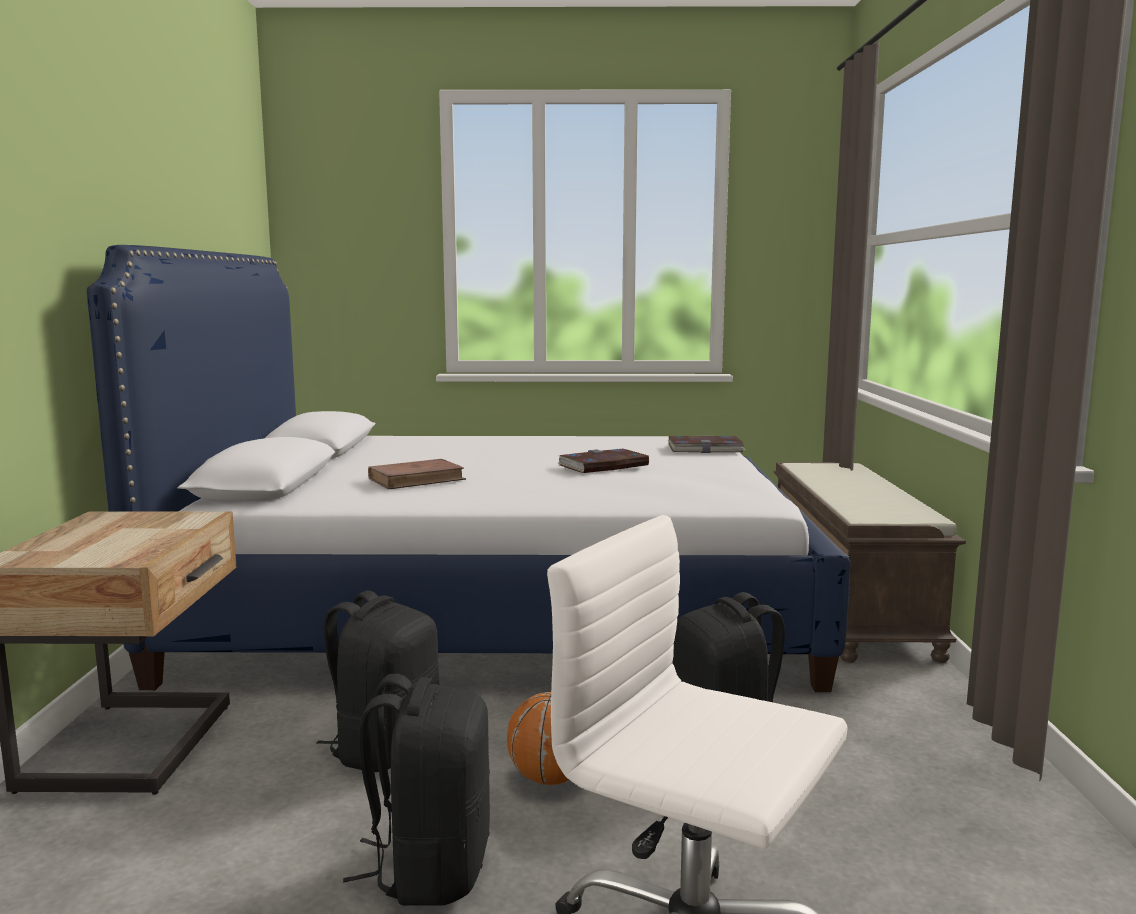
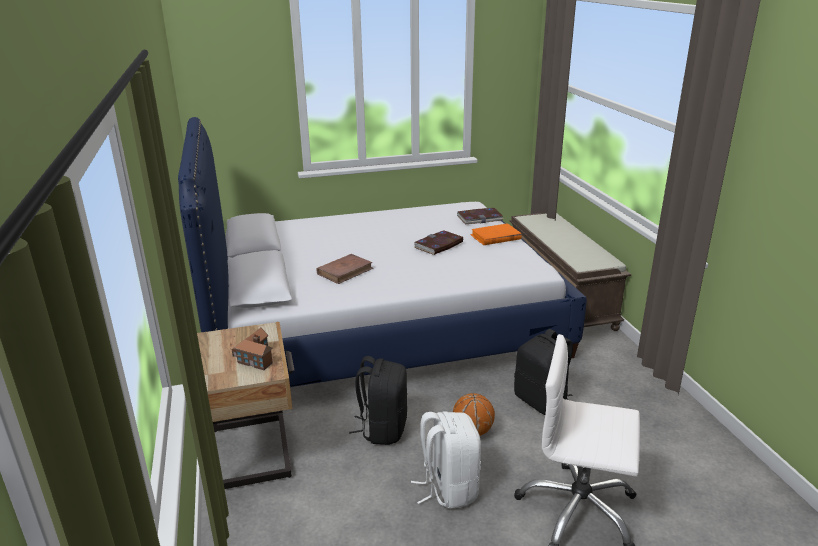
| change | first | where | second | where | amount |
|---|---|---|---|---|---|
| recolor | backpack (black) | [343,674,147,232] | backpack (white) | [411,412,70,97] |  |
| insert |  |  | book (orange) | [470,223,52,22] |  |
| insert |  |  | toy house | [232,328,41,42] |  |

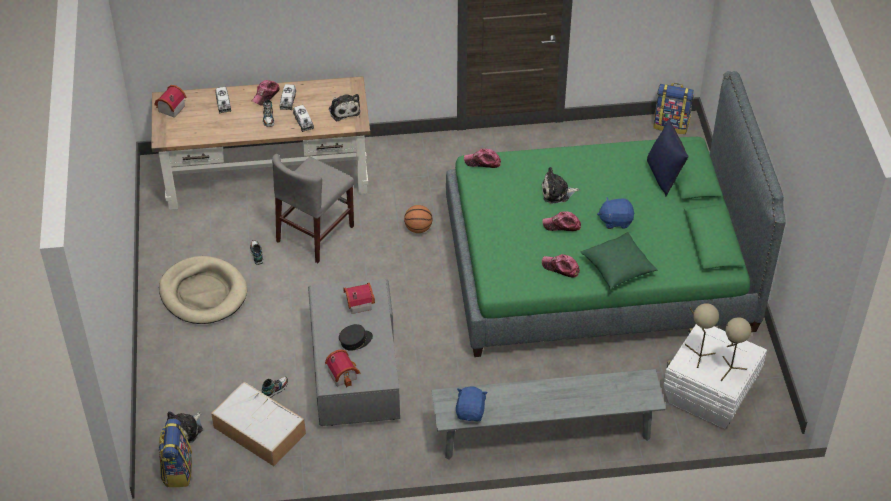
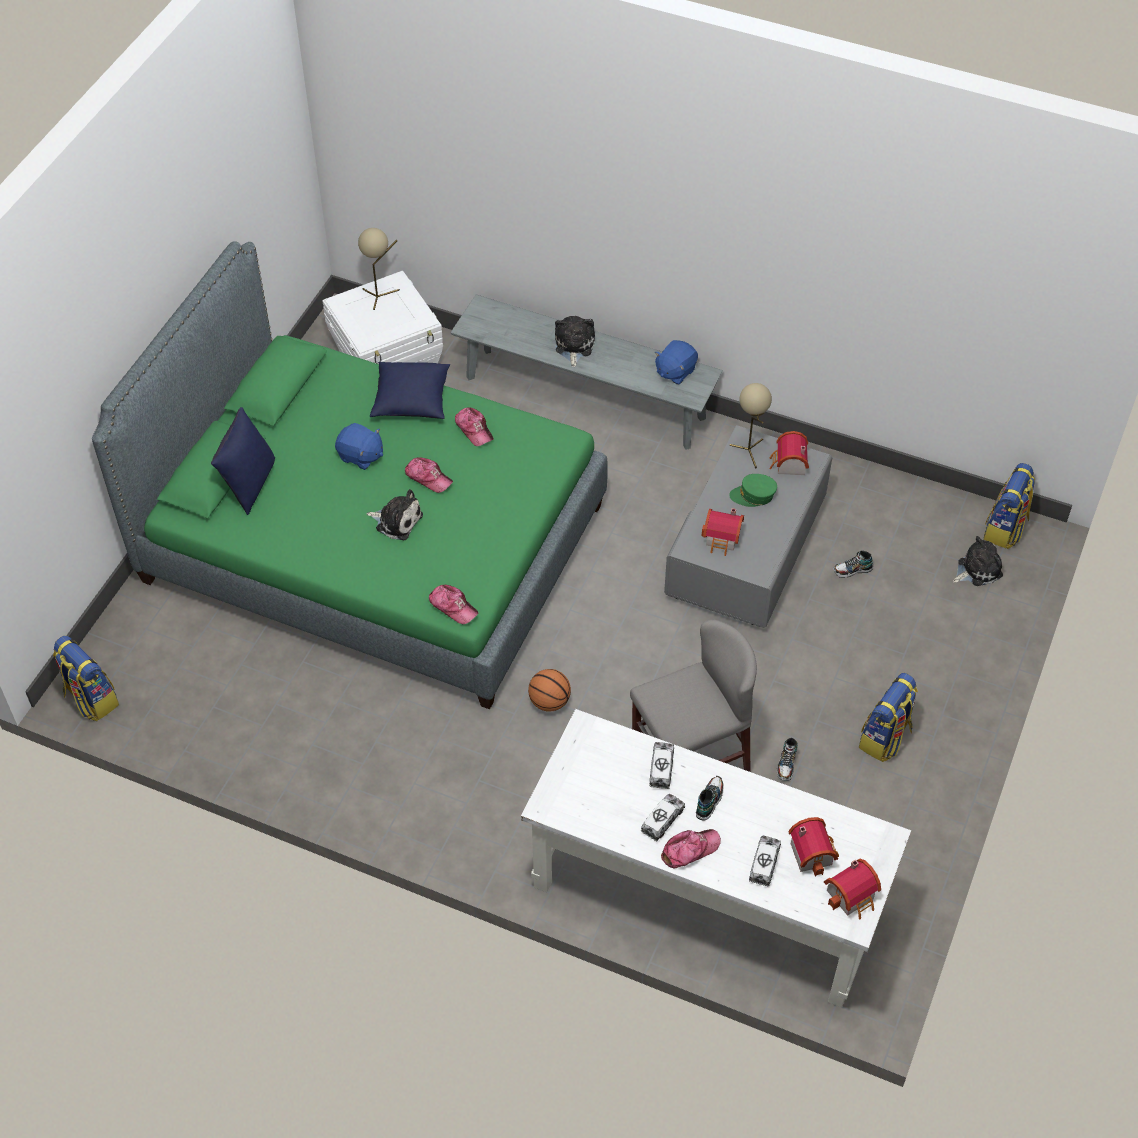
| change | first | where | second | where | amount |
|---|---|---|---|---|---|
| recolor | desk (brown) | [152,76,218,134] | desk (white) | [521,709,390,299] |  |
| move | plush toy | [329,94,31,27] |  | [555,316,40,51] |  |
| recolor | pillow (green) | [581,232,76,58] | pillow (blue) | [370,362,80,57] |  |
| replace | dog bed (beige) | [159,256,88,68] | backpack | [859,673,59,89] |  |
| move | table lamp (beige) | [685,303,34,65] |  | [730,383,42,85] |  |
| recolor | cap (black) | [339,324,34,27] | cap (green) | [729,474,48,33] |  |
| delete | storage box | [211,382,95,84] |  |  |  |
| insert |  |  | toy house | [788,817,51,59] |  |

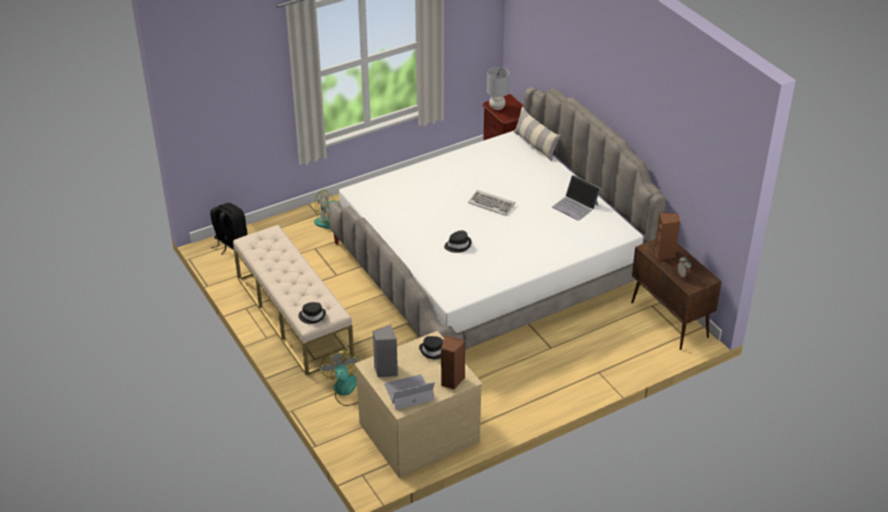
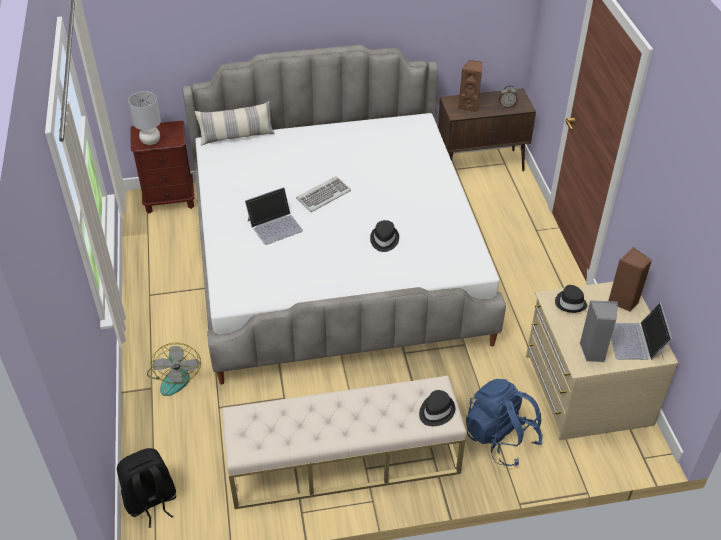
| change | first | where | second | where | amount |
|---|---|---|---|---|---|
| move | laptop | [552,175,49,46] |  | [245,187,58,58] |  |
| replace | fan | [320,350,40,56] | backpack (blue) | [466,379,77,87] |  |

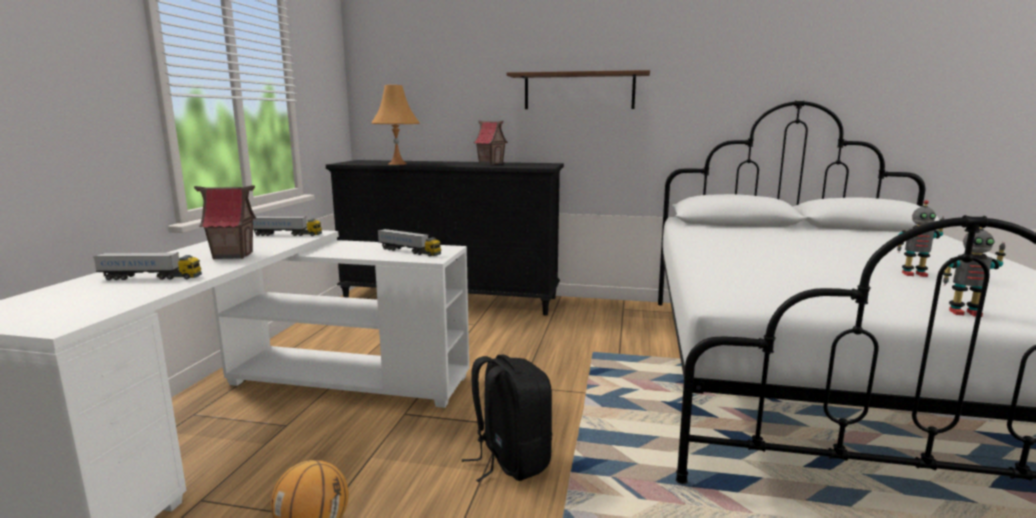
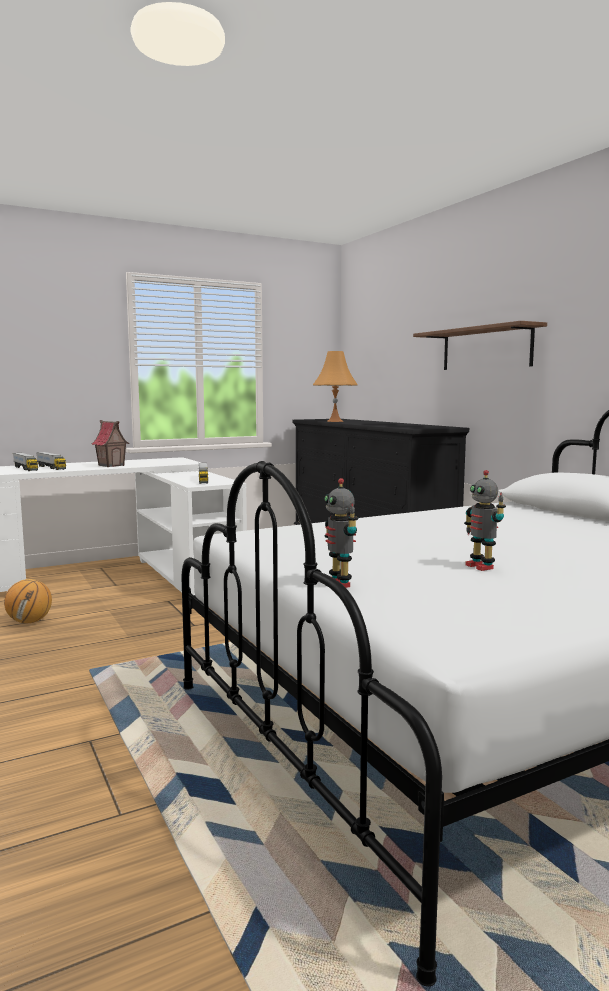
| change | first | where | second | where | amount |
|---|---|---|---|---|---|
| delete | toy house | [473,120,35,45] |  |  |  |
| move | toy truck | [253,217,69,19] |  | [13,453,25,18] |  |
| delete | backpack (black) | [462,354,90,128] |  |  |  |

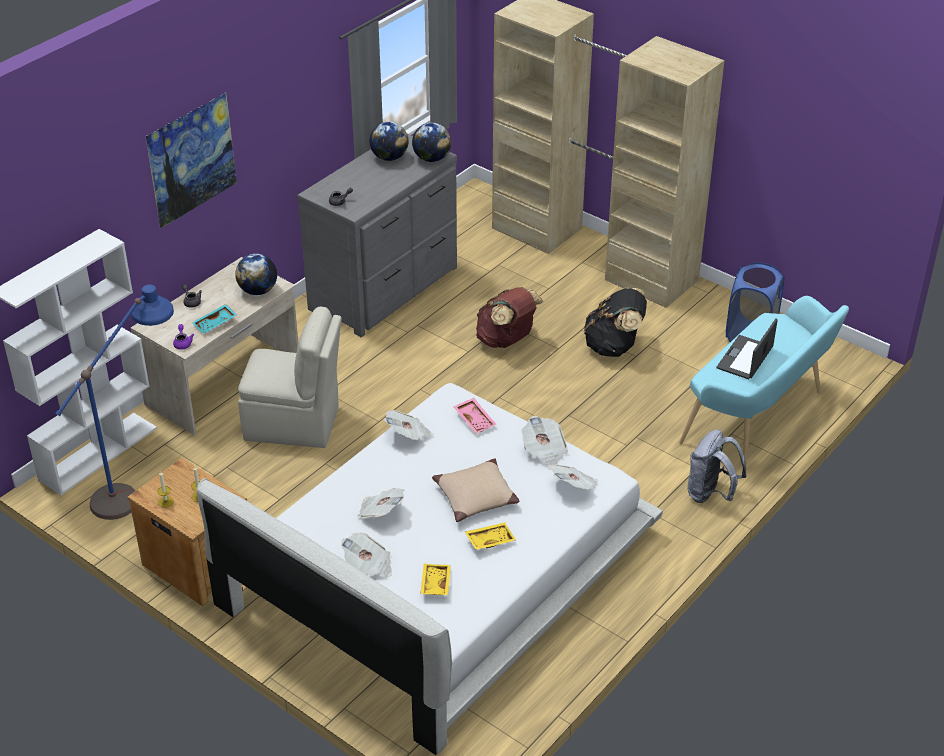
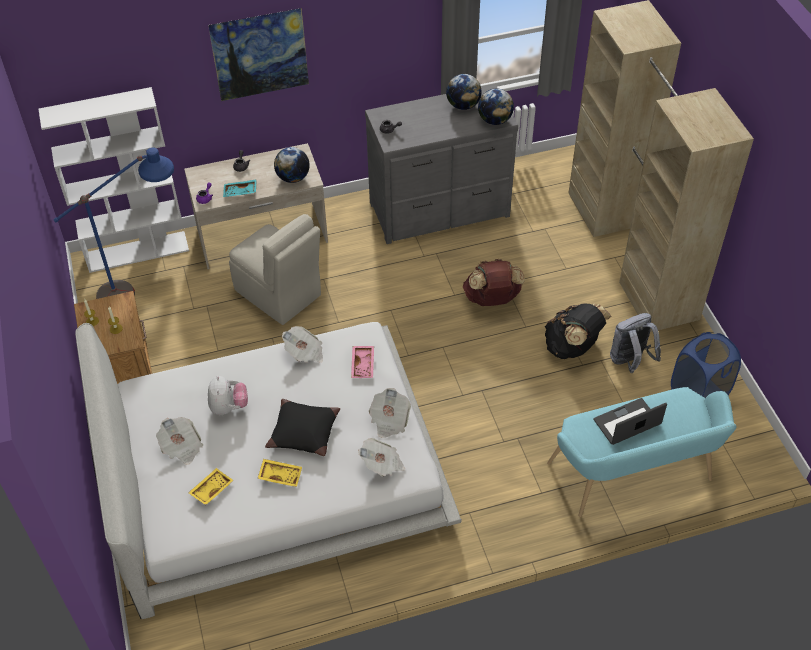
| change | first | where | second | where | amount |
|---|---|---|---|---|---|
| move | backpack (grey) | [688,430,58,73] |  | [610,313,51,60] |  |
| recolor | pillow (beige) | [432,458,87,64] | pillow (black) | [265,399,75,57] |  |
| replace | newspaper | [357,488,47,29] | plush toy | [208,376,40,39] |  |

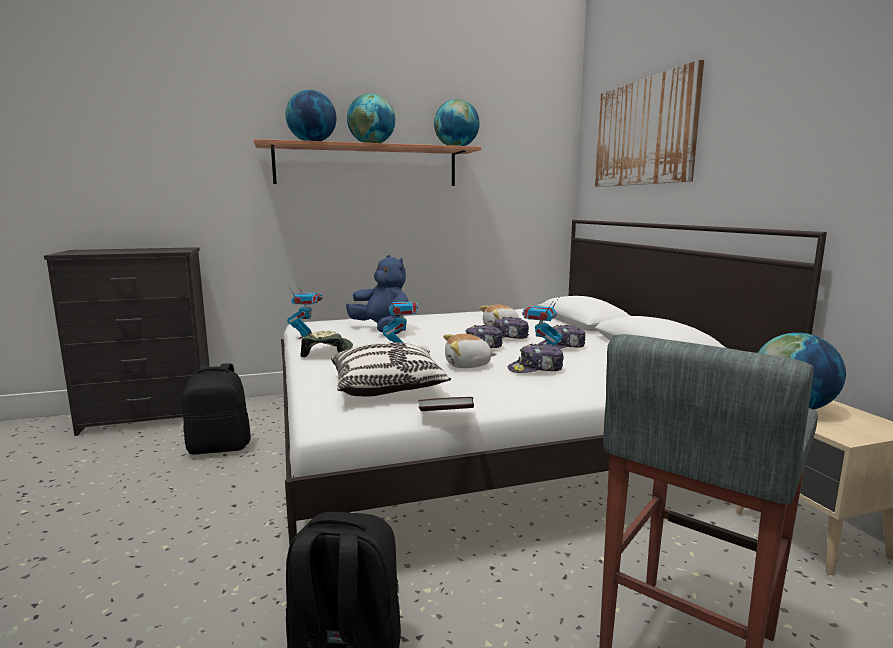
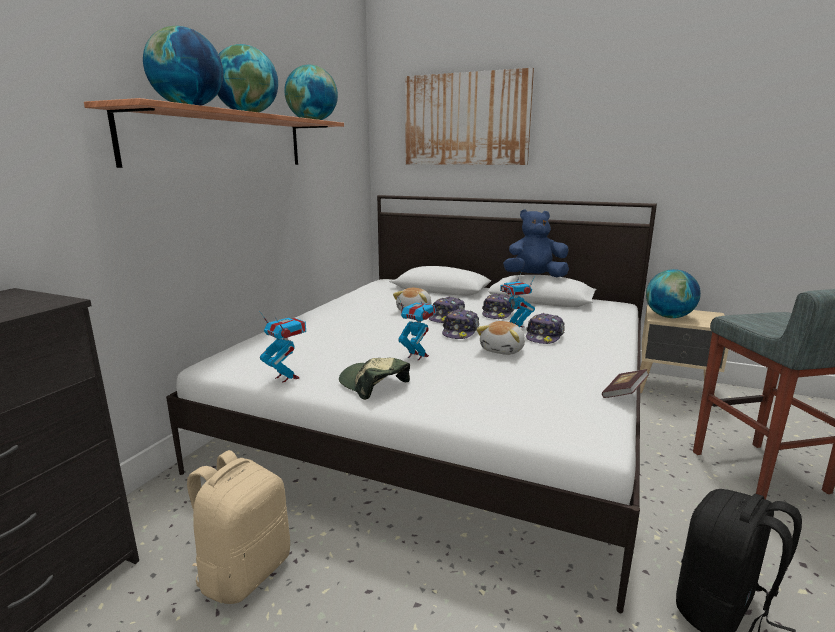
| change | first | where | second | where | amount |
|---|---|---|---|---|---|
| move | plush toy (blue) | [346,255,63,79] |  | [503,210,66,67] |  |
| delete | pillow | [331,343,120,54] |  |  |  |
| recolor | backpack (black) | [182,363,69,91] | backpack (beige) | [187,450,103,154] |  |

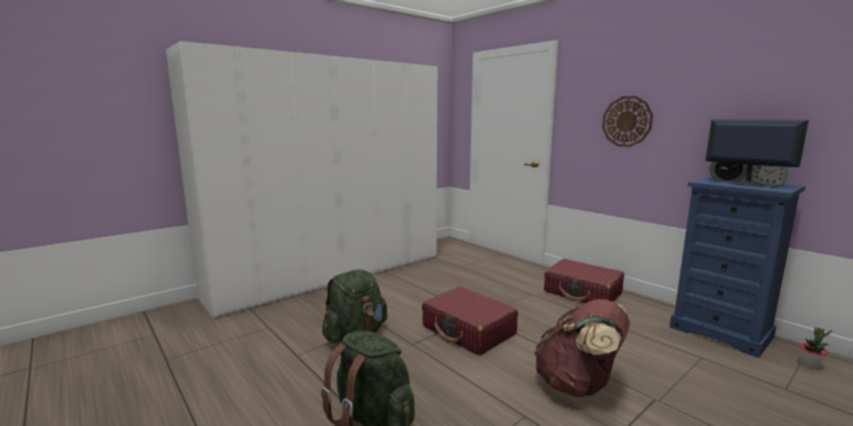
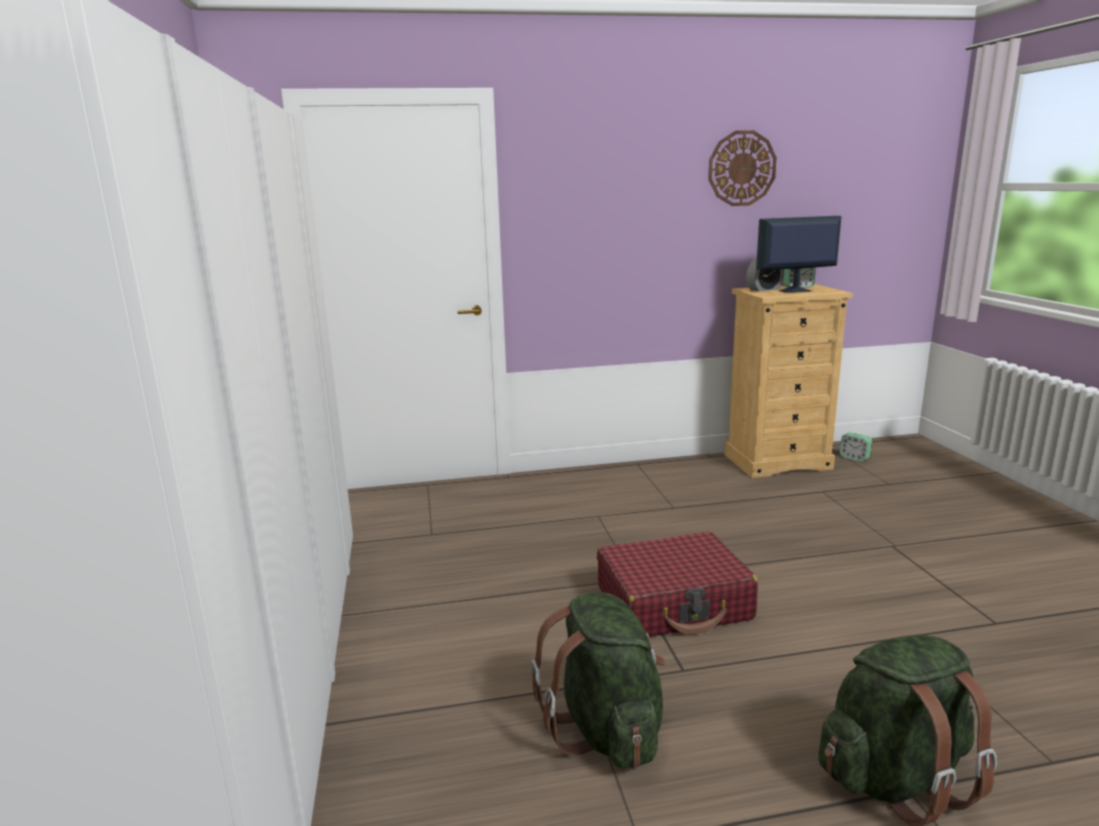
| change | first | where | second | where | amount |
|---|---|---|---|---|---|
| move | wall clock | [602,96,51,51] |  | [708,130,69,76] |  |
| recolor | dresser (blue) | [670,177,135,181] | dresser (beige) | [724,284,129,194] |  |
| delete | suitcase (red) | [544,259,80,44] |  |  |  |
| delete | backpack (brown) | [534,300,96,97] |  |  |  |
| replace | potted plant | [799,327,33,42] | alarm clock | [840,432,32,30] |  |

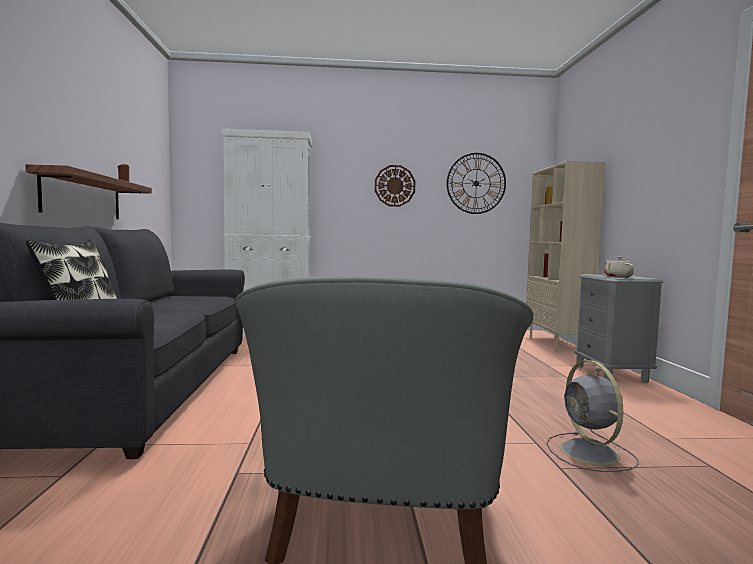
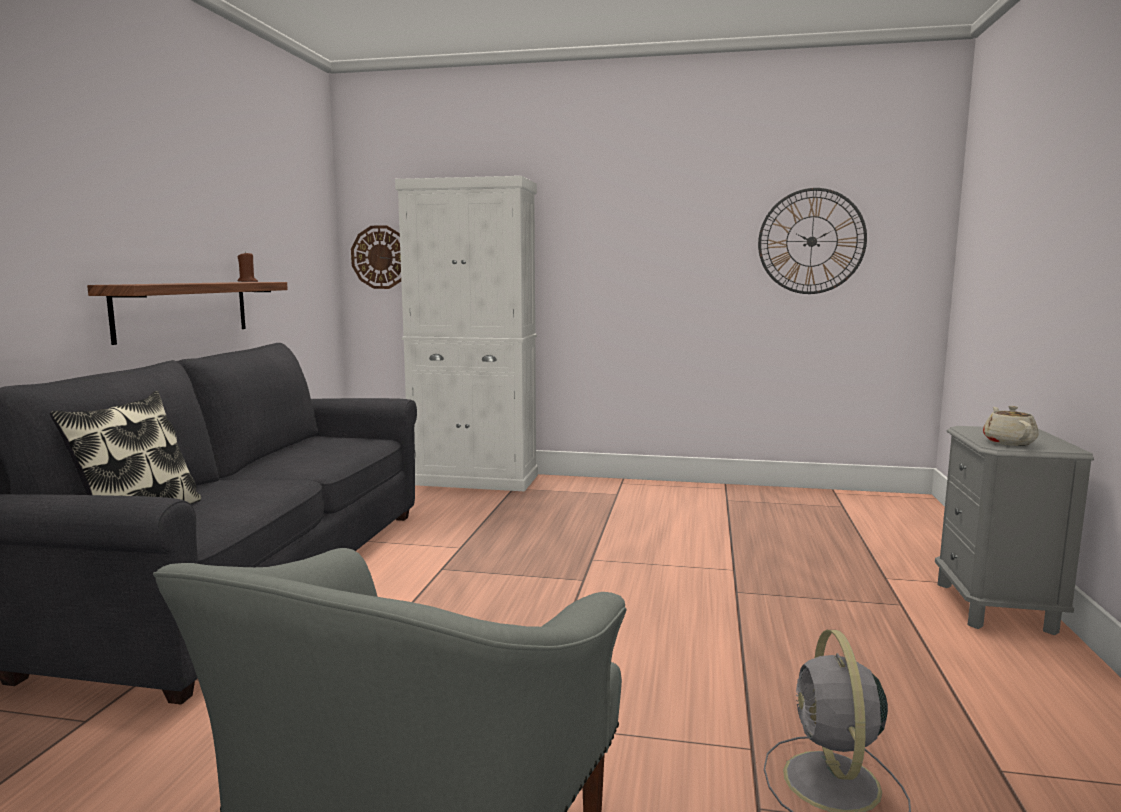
| change | first | where | second | where | amount |
|---|---|---|---|---|---|
| delete | bookcase (beige) | [526,161,80,191] |  |  |  |
| move | wall clock | [375,165,40,42] |  | [351,225,50,64] |  |

